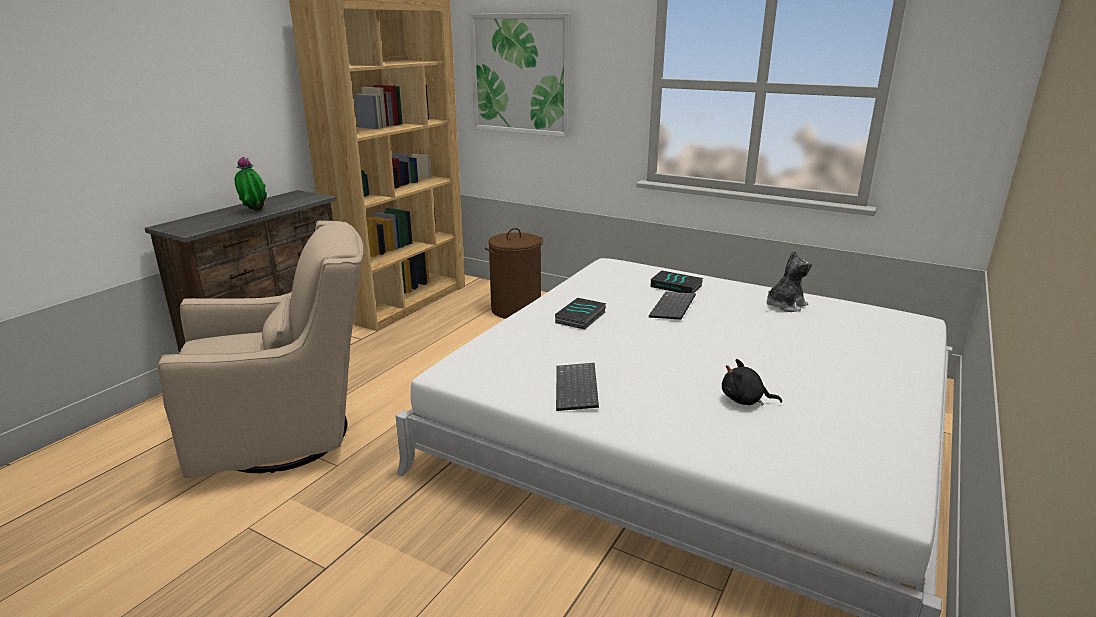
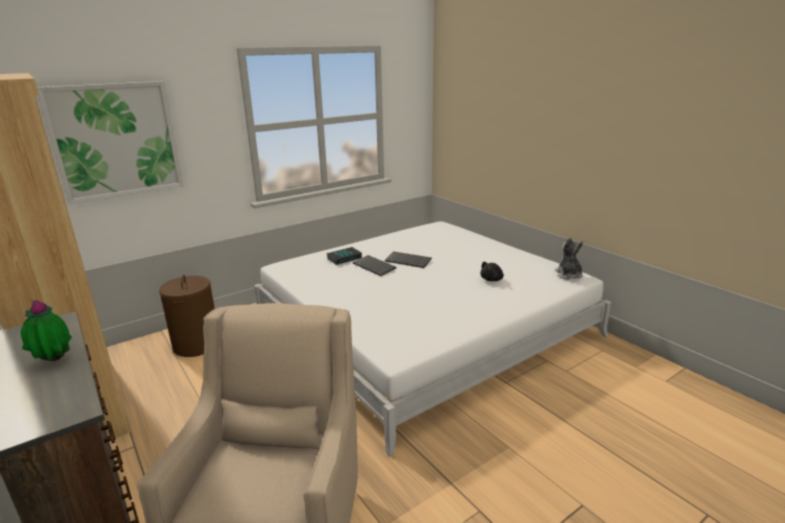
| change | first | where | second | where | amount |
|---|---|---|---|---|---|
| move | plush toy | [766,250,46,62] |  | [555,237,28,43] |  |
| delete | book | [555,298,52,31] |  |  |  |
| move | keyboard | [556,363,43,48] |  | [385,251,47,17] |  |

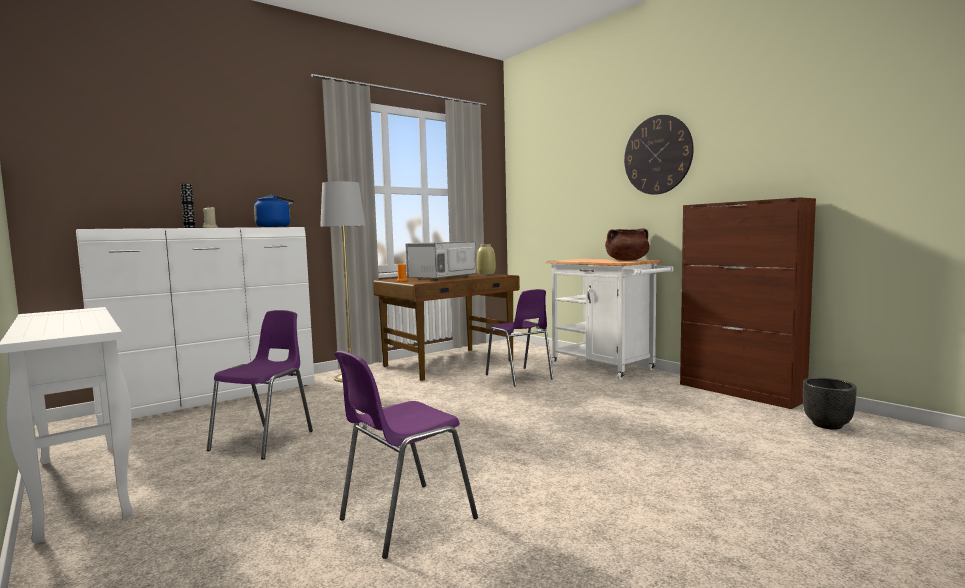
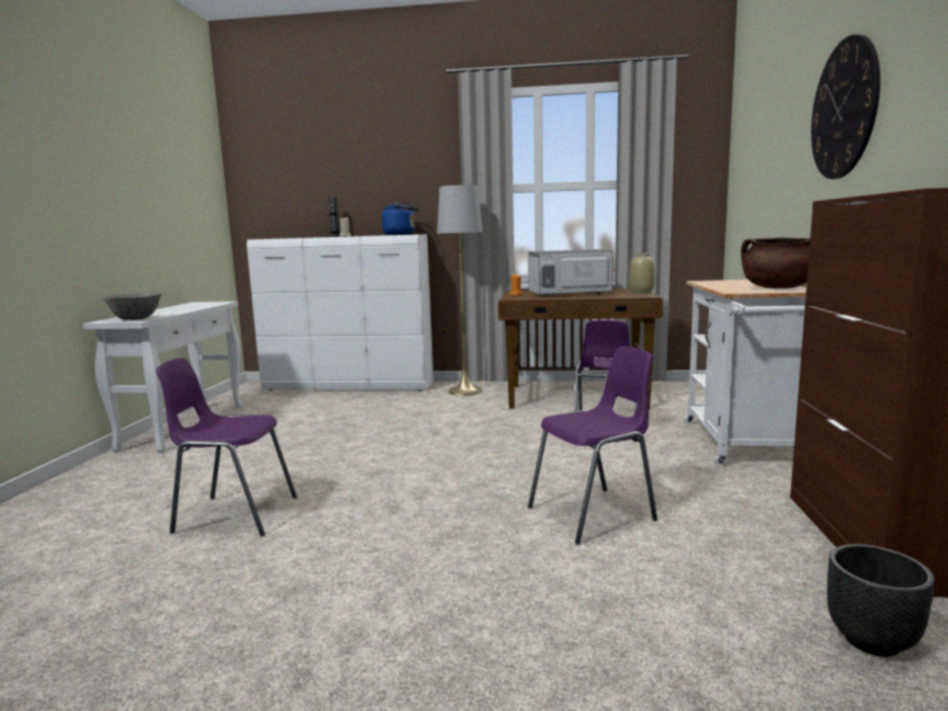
| change | first | where | second | where | amount |
|---|---|---|---|---|---|
| move | chair (purple) | [207,310,106,149] |  | [528,346,129,199] |  |
| insert |  |  | bowl (grey) | [103,292,59,28] |  |

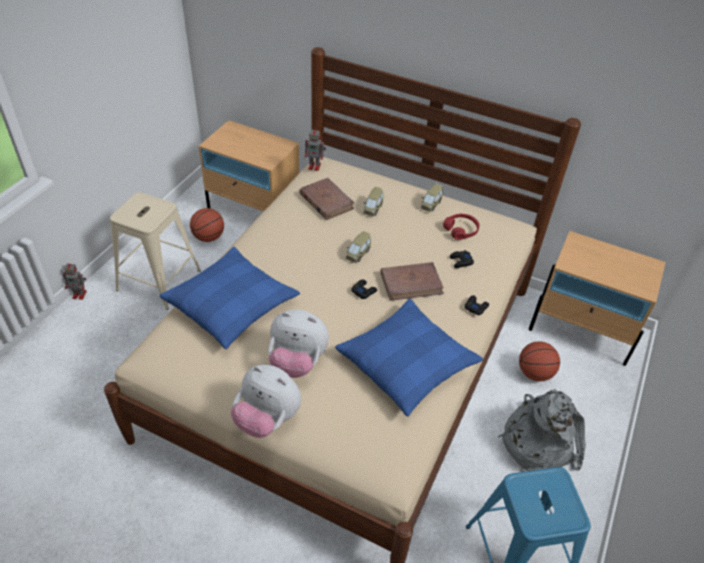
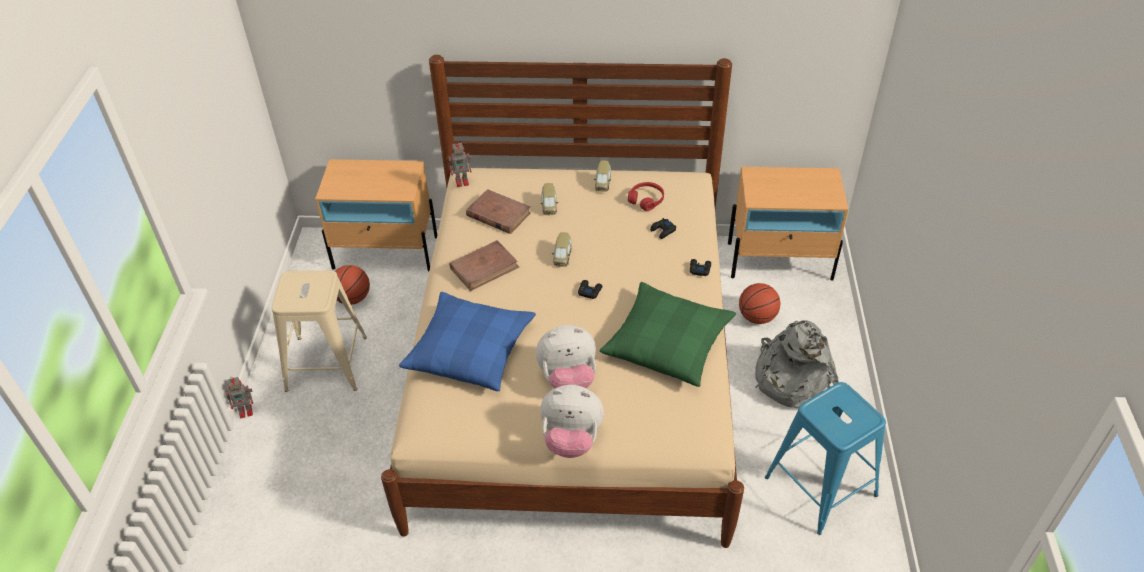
| change | first | where | second | where | amount |
|---|---|---|---|---|---|
| move | book (brown) | [381,262,63,39] |  | [449,240,70,51] |  |
| recolor | pillow (blue) | [335,299,148,117] | pillow (green) | [600,282,136,105] |  |

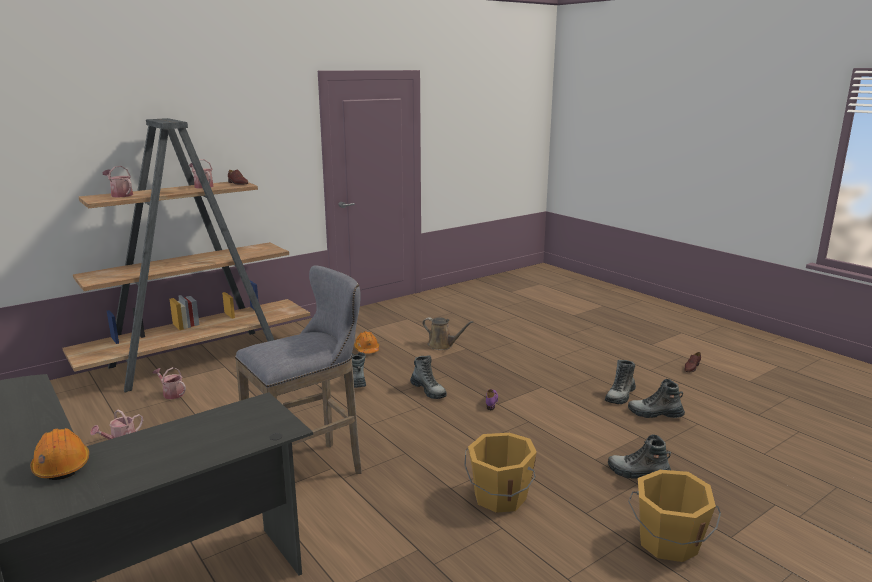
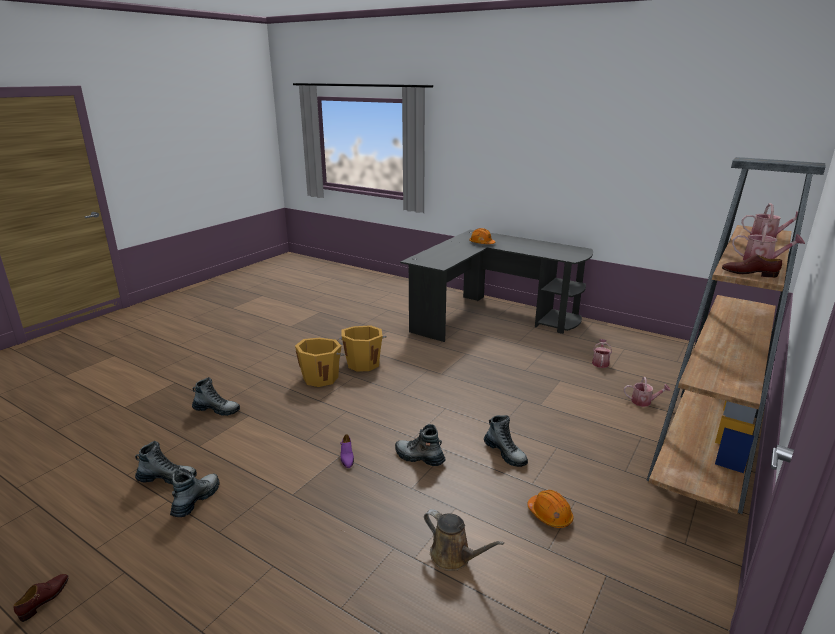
| change | first | where | second | where | amount |
|---|---|---|---|---|---|
| delete | stool (grey) | [235,266,127,208] |  |  |  |
| rotate | watering can (brown) | [422,317,51,33] |  | [424,509,80,62] | 150 degrees counterclockwise |
| move | bucket (orange) | [628,470,93,92] |  | [337,325,50,47] |  |

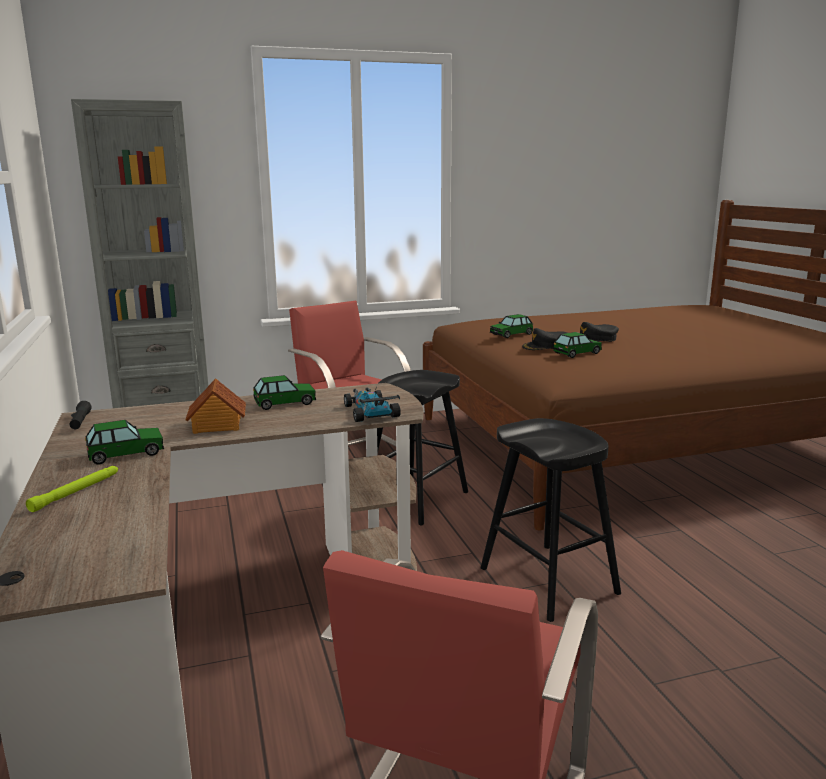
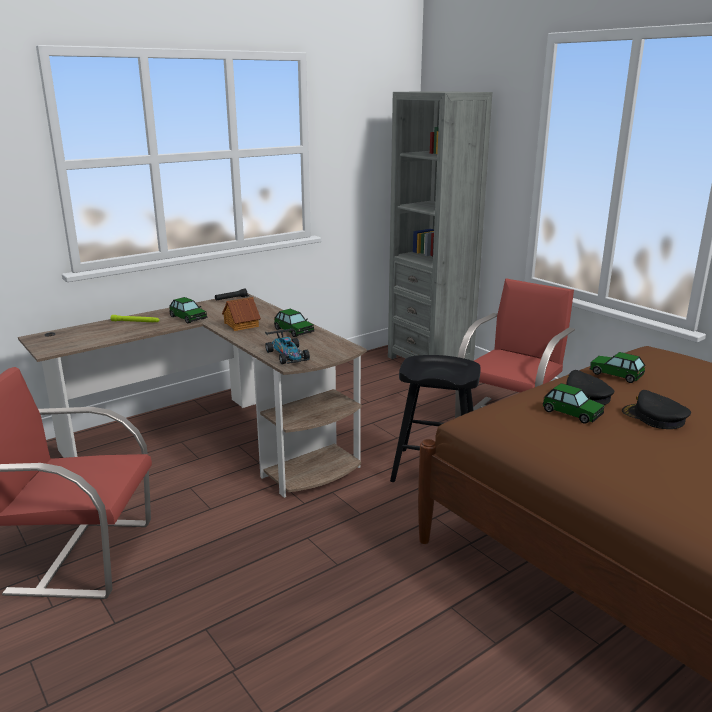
| change | first | where | second | where | amount |
|---|---|---|---|---|---|
| rotate | toy car | [344,387,57,35] |  | [265,327,45,37] | 105 degrees clockwise |
| delete | stool (black) | [481,418,140,204] |  |  |  |

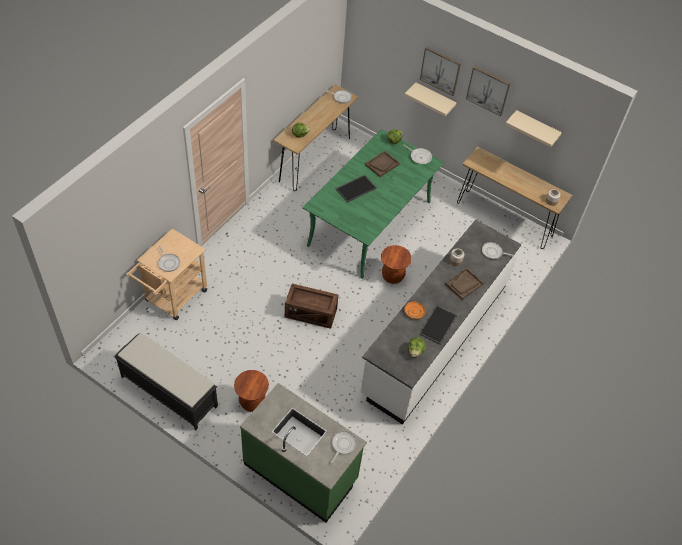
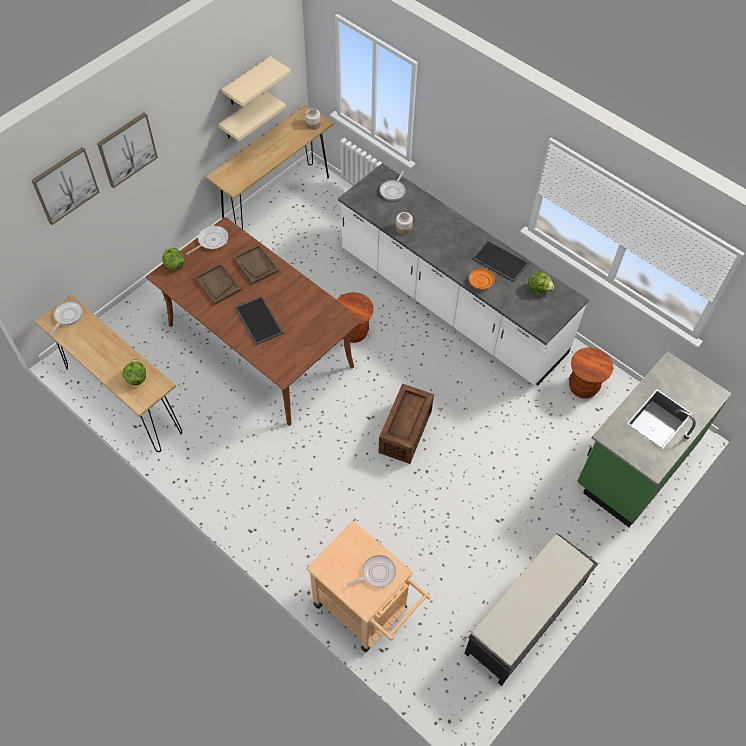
| change | first | where | second | where | amount |
|---|---|---|---|---|---|
| move | picture | [466,66,45,50] |  | [32,147,68,78] |  |
| move | shelf (beige) | [404,83,52,33] |  | [218,91,68,50] |  |
| recolor | dining table (green) | [303,129,141,150] | dining table (brown) | [146,217,217,209] |  |
| move | tray (brown) | [445,268,39,32] |  | [233,244,46,41] |  |
| move | stool (brown) | [234,370,35,42] |  | [569,347,44,52] |  |
| delete | frying pan | [331,431,26,32] |  |  |  |

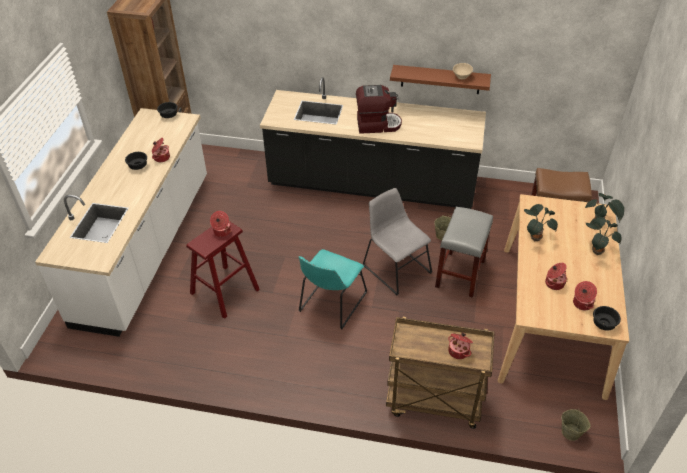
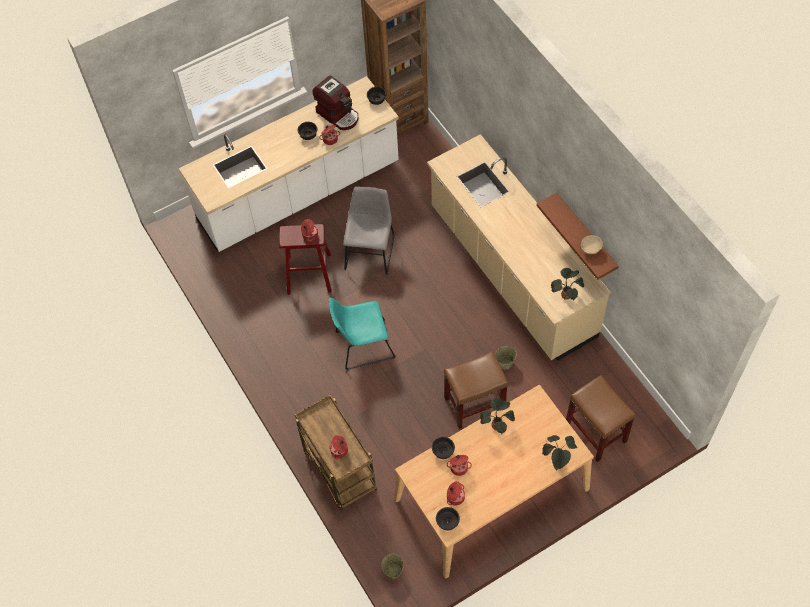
| change | first | where | second | where | amount |
|---|---|---|---|---|---|
| recolor | counter (black) | [260,77,226,132] | counter (beige) | [427,134,184,227] |  |
| move | coffee machine | [356,85,46,49] |  | [312,75,46,55] |  |
| move | chair (grey) | [363,188,69,107] |  | [343,187,52,88] |  |
| recolor | stool (grey) | [435,207,58,91] | stool (brown) | [444,351,64,78] |  |
| move | potted plant | [586,217,36,38] |  | [551,268,33,32] |  |
| insert |  |  | bowl (black) | [432,437,23,22] |  |

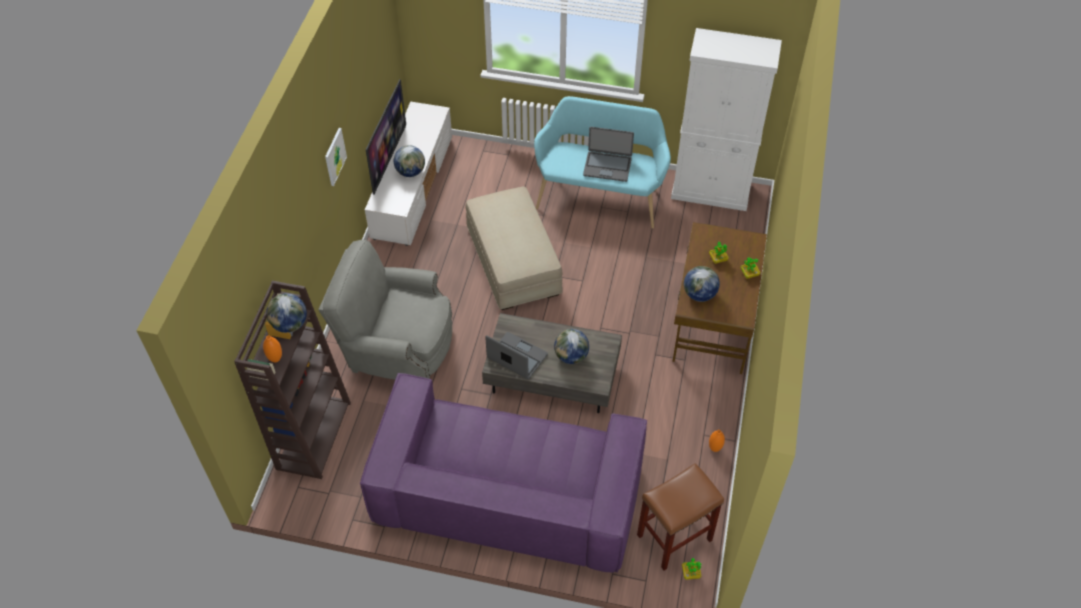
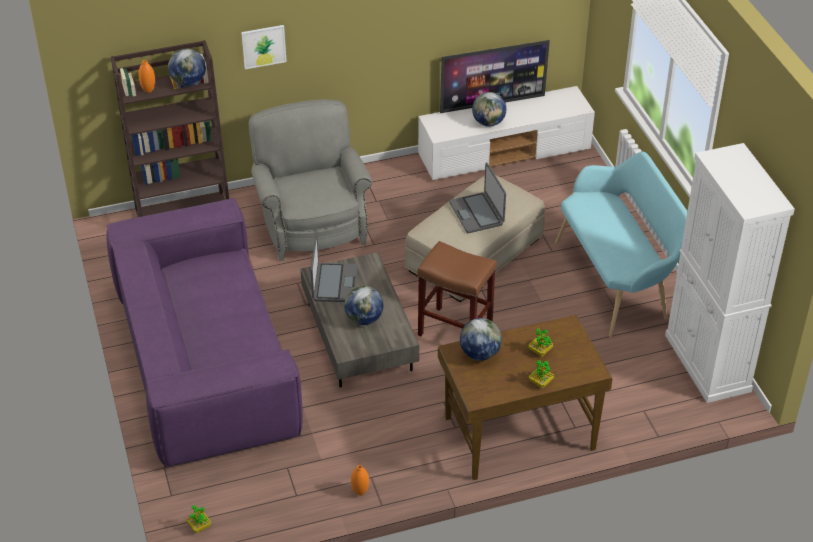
| change | first | where | second | where | amount |
|---|---|---|---|---|---|
| move | laptop | [583,127,51,55] |  | [449,162,57,71] |  |
| move | picture | [325,128,22,58] |  | [241,25,46,44] |  |
| move | stool (brown) | [637,463,87,107] |  | [417,241,80,95] |  |

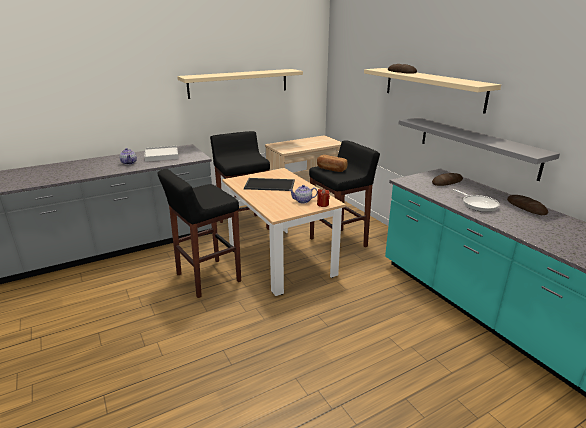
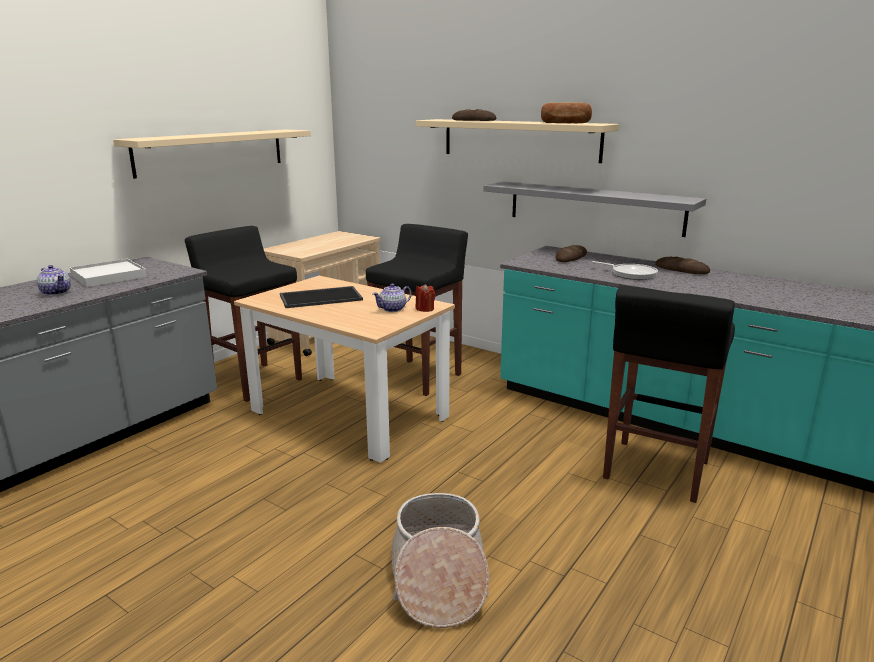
| change | first | where | second | where | amount |
|---|---|---|---|---|---|
| move | bread | [317,155,30,17] |  | [541,103,51,20] |  |
| move | stool (black) | [158,169,83,129] |  | [603,286,132,217] |  |
| insert |  |  | basket | [392,493,97,135] |  |

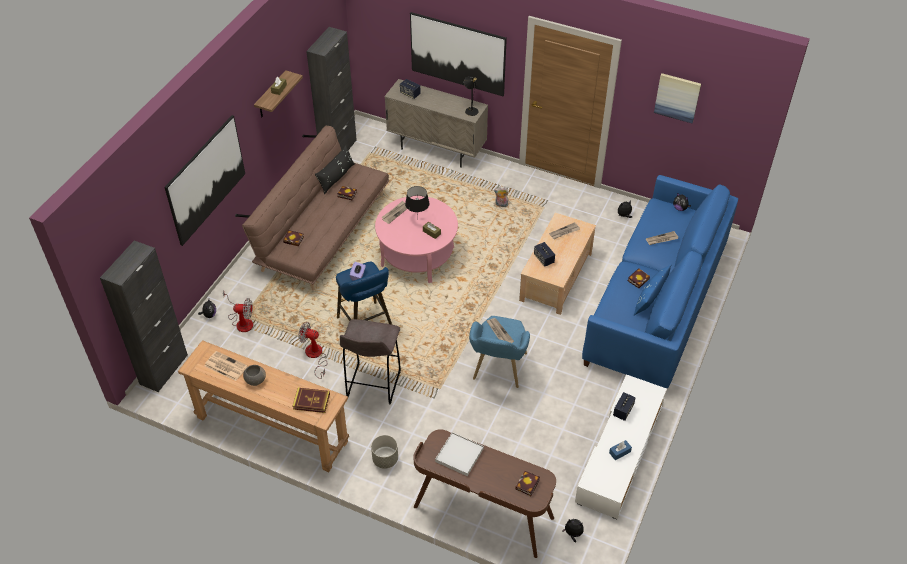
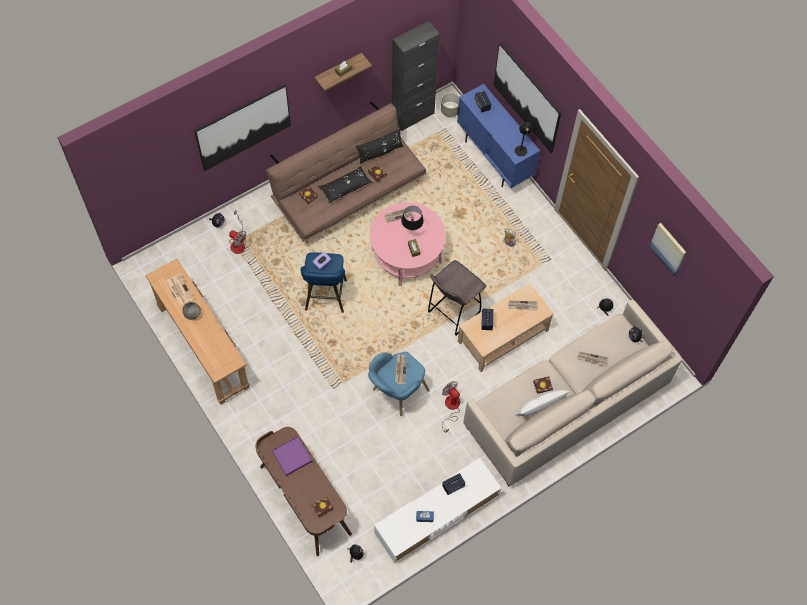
| change | first | where | second | where | amount |
|---|---|---|---|---|---|
| recolor | cabinet (beige) | [384,79,104,89] | cabinet (blue) | [457,84,83,104] |  |
| recolor | sofa (blue) | [582,175,156,213] | sofa (beige) | [463,300,220,186] |  |
| delete | cabinet (black) | [100,240,88,152] |  |  |  |
| recolor | pillow (blue) | [634,264,38,52] | pillow (white) | [515,390,55,26] |  |
| move | stool (grey) | [340,319,61,85] |  | [428,260,58,76] |  |
| move | fan | [298,322,29,57] |  | [442,381,18,52] |  |
| delete | book | [292,388,38,25] |  |  |  |
| recolor | tray (white) | [435,432,49,44] | tray (purple) | [272,436,40,40] |  |
| move | planter (grey) | [371,435,27,34] |  | [441,93,18,24] |  |
| insert |  |  | pillow (black) | [318,166,54,37] |  |

